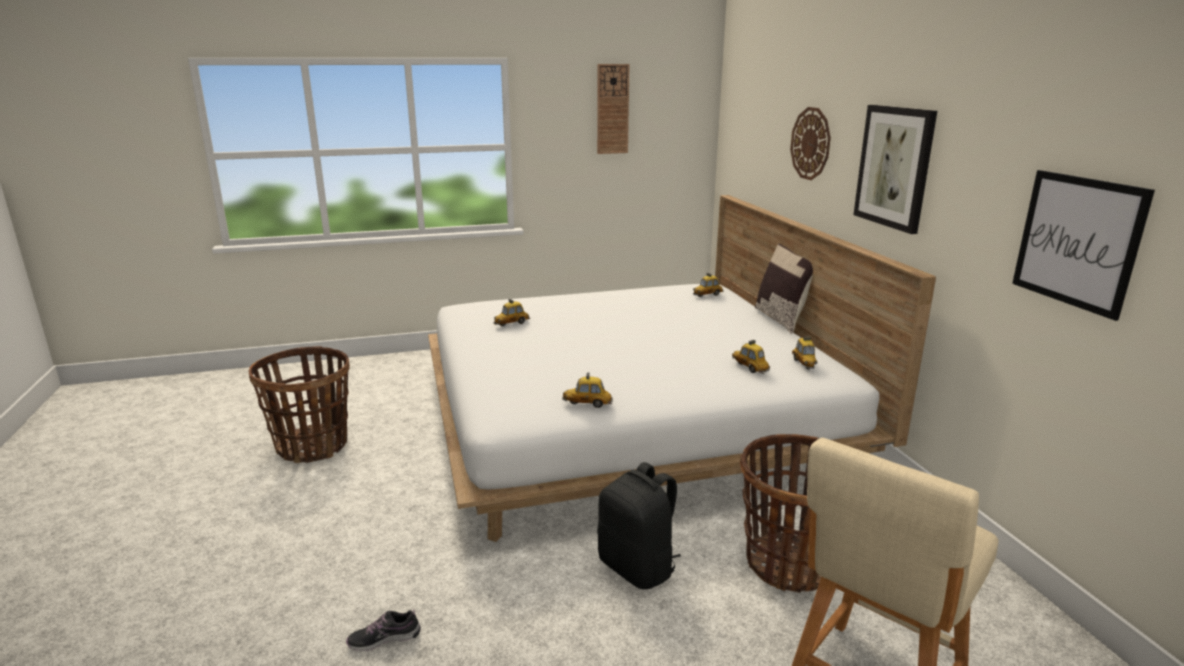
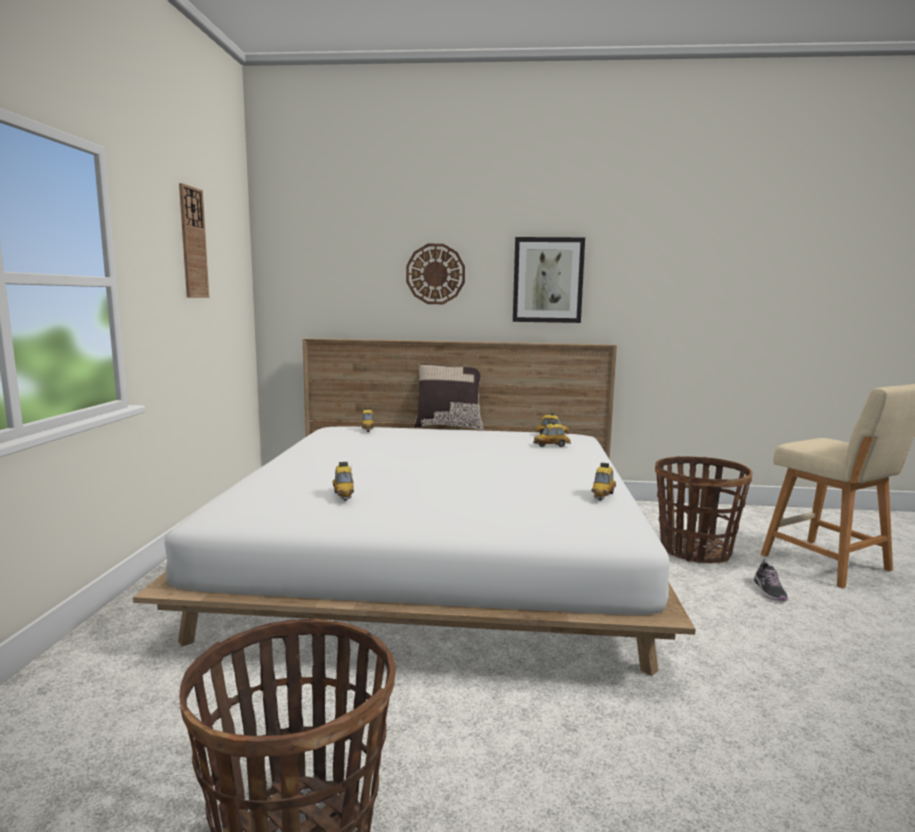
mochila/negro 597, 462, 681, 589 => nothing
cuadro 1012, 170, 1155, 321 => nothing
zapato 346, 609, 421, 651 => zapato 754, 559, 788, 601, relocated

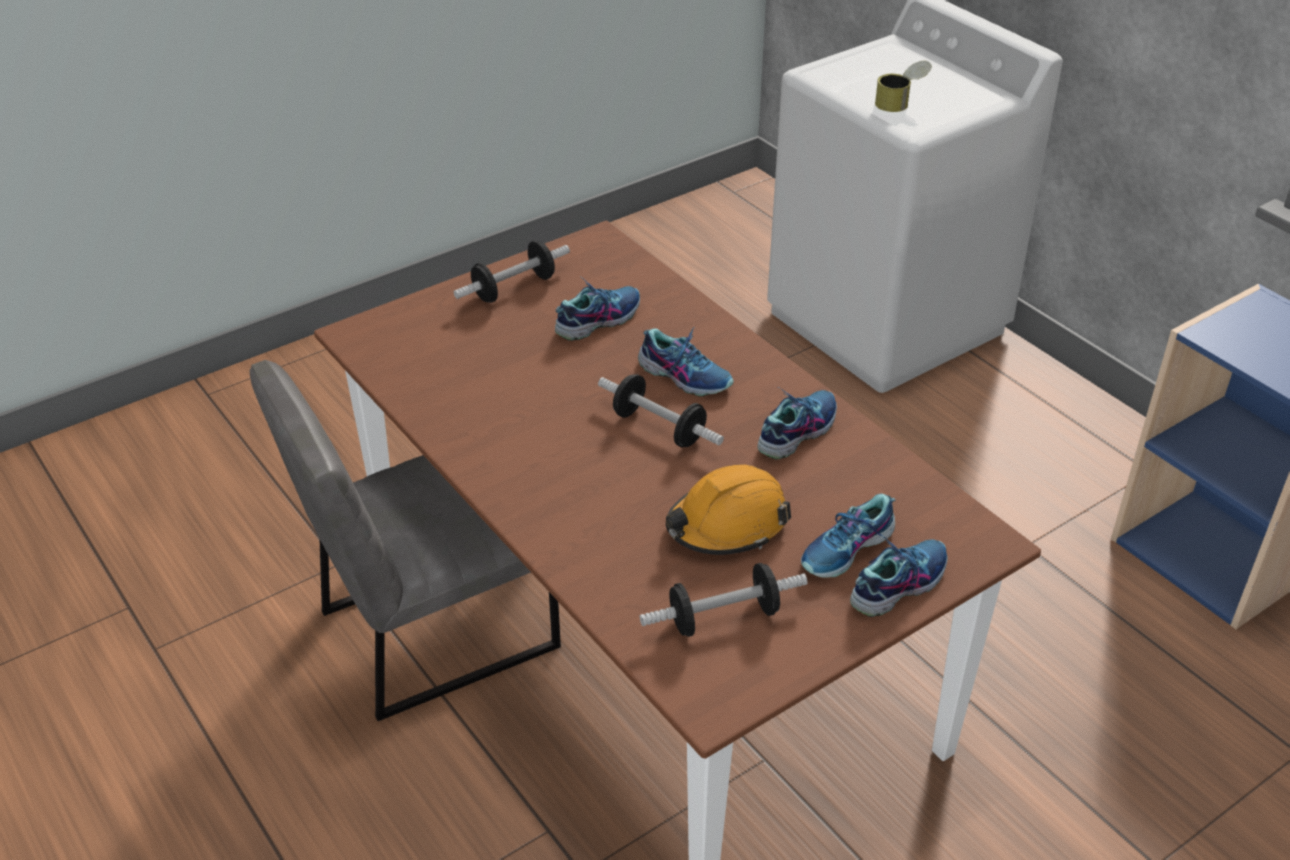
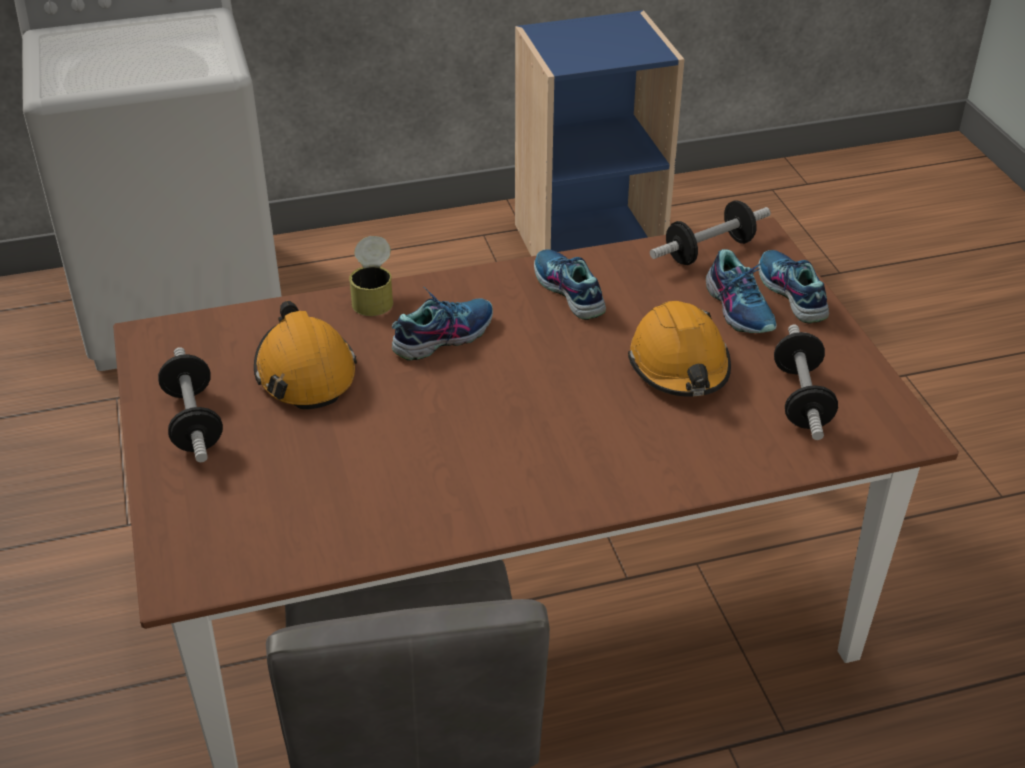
mancuerna 598, 374, 724, 447 => mancuerna 650, 201, 771, 265, relocated
lata 875, 61, 932, 112 => lata 349, 236, 393, 316, relocated
zapato 555, 277, 640, 341 => casco/naranja 254, 301, 357, 409

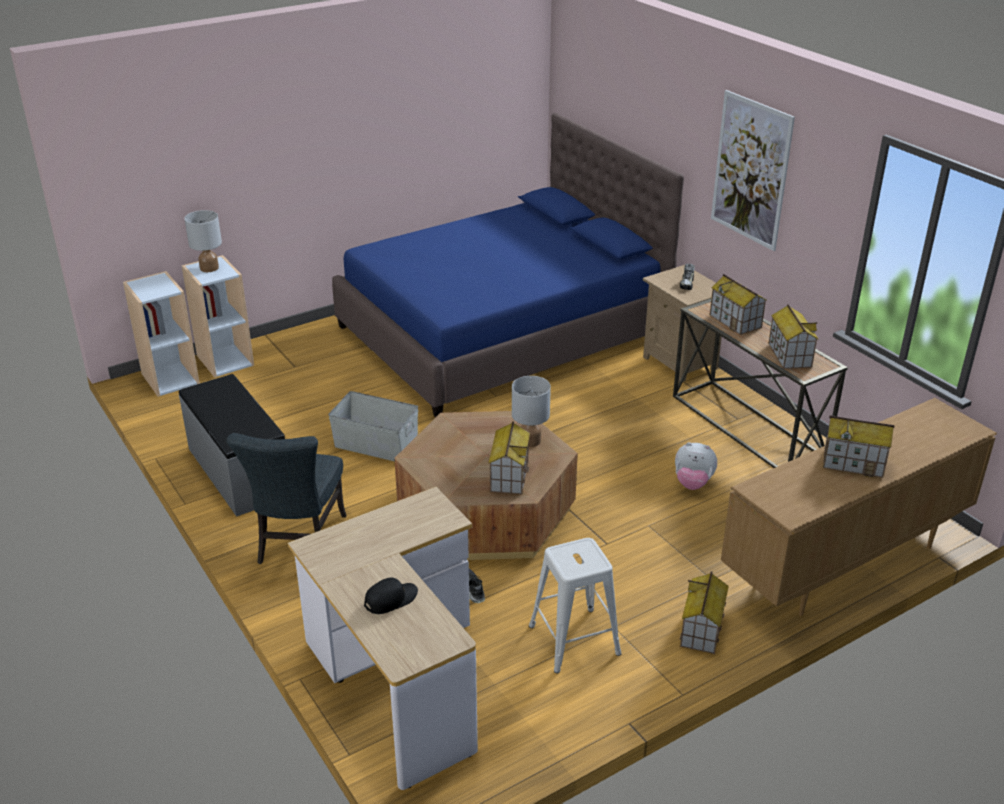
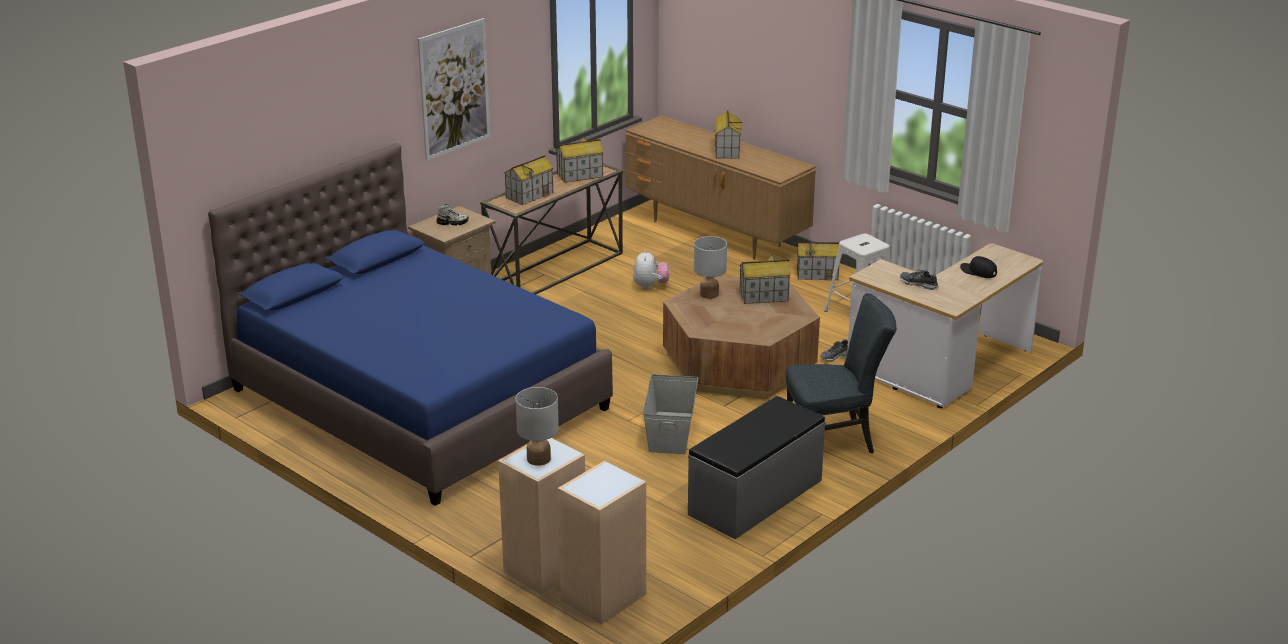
nothing => zapato 900, 270, 938, 290

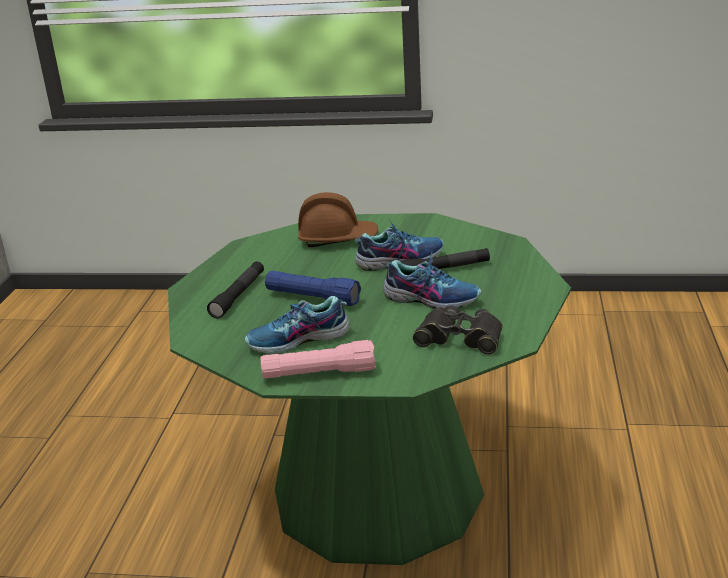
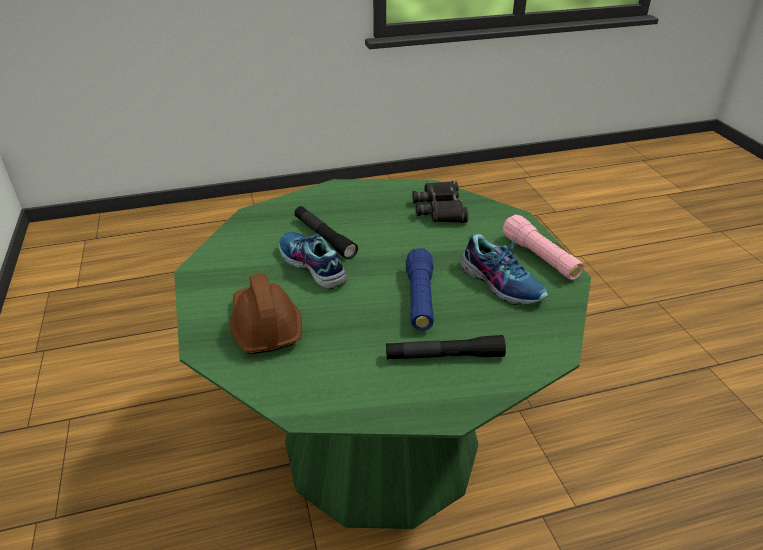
zapato 383, 253, 482, 309 => nothing

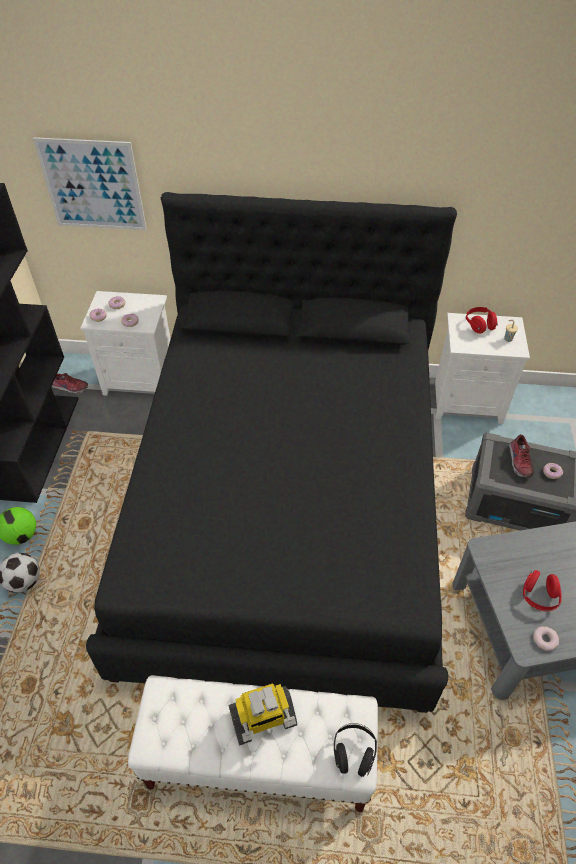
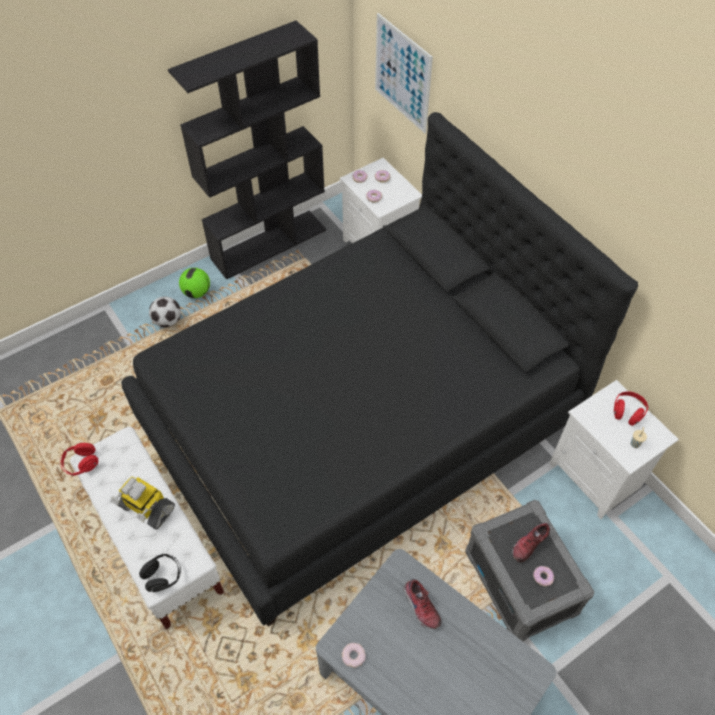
zapato 52, 373, 88, 394 => zapato 403, 579, 441, 629, relocated
auriculares/rojo 523, 570, 562, 612 => auriculares/rojo 60, 443, 98, 476, relocated

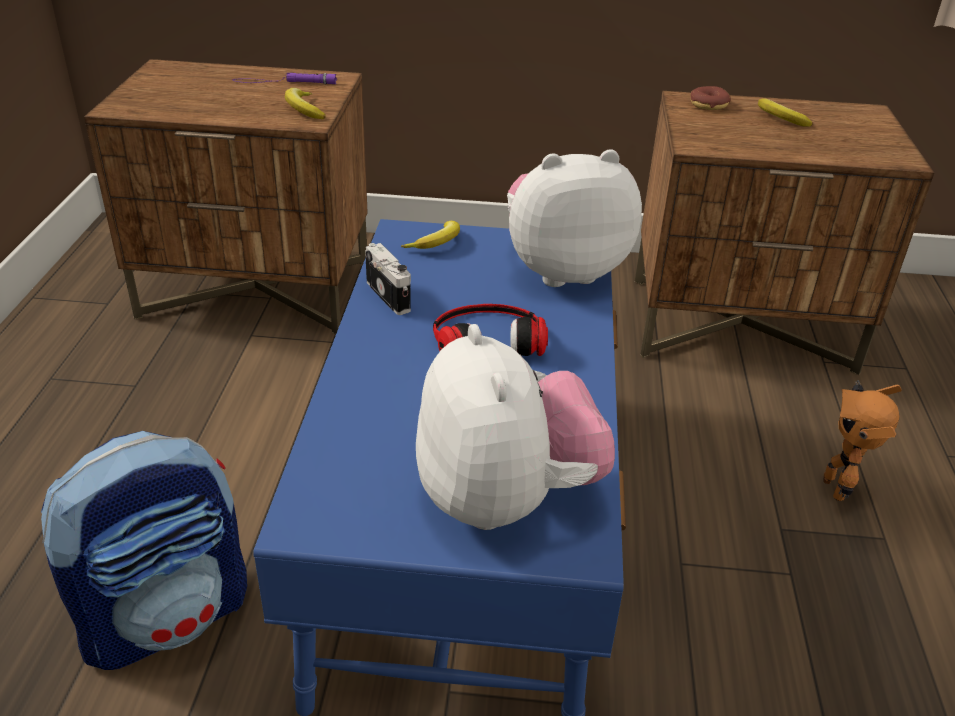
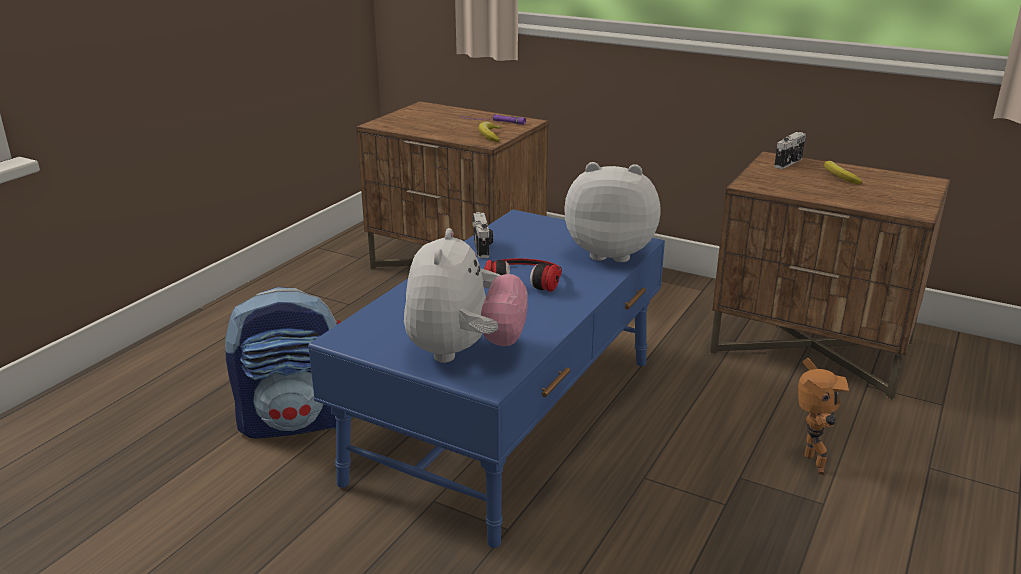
plátano 401, 221, 460, 249 => nothing
rosquilla 691, 86, 731, 110 => cámara 774, 132, 806, 169
robot de juguete 823, 380, 902, 501 => robot de juguete 798, 358, 849, 475, 150 degrees clockwise

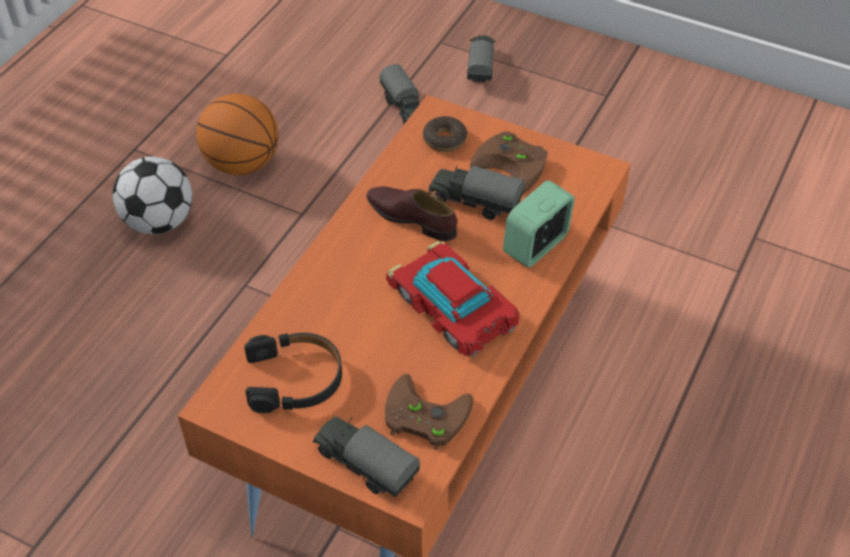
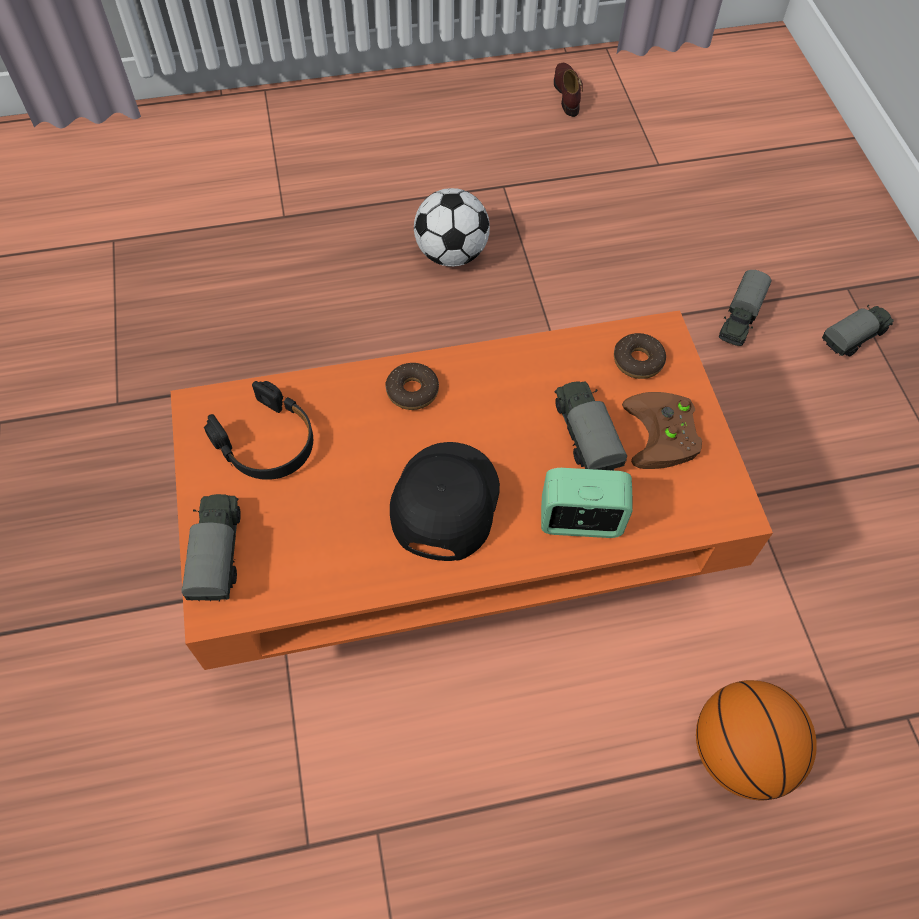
mando de consola/marrón 385, 374, 473, 450 => nothing
nothing => rosquilla 385, 363, 439, 410
balón de baloncesto 197, 94, 279, 175 => balón de baloncesto 696, 680, 817, 800, relocated
zapato/marrón 366, 187, 457, 241 => zapato/marrón 554, 63, 583, 117, relocated
coche de juguete 386, 241, 519, 357 => gorra/negro 390, 442, 500, 561

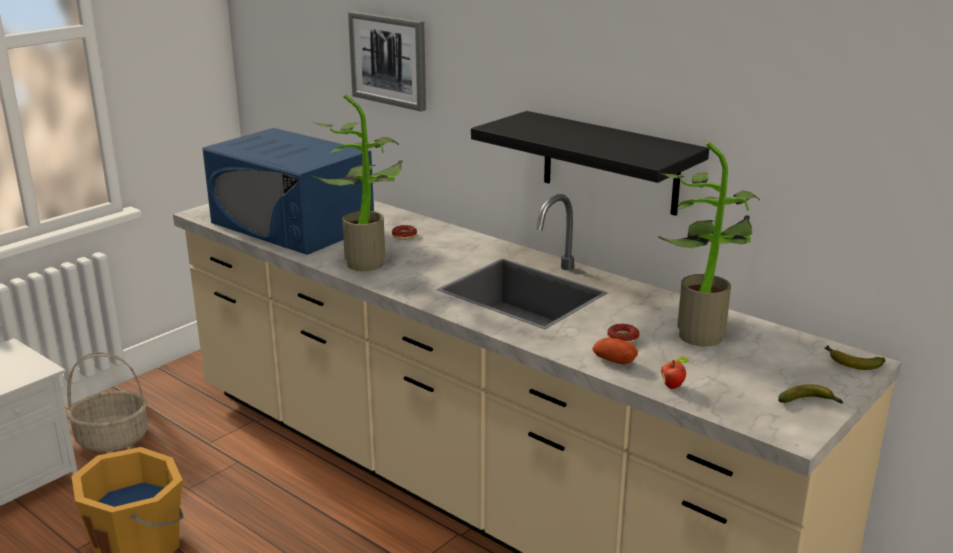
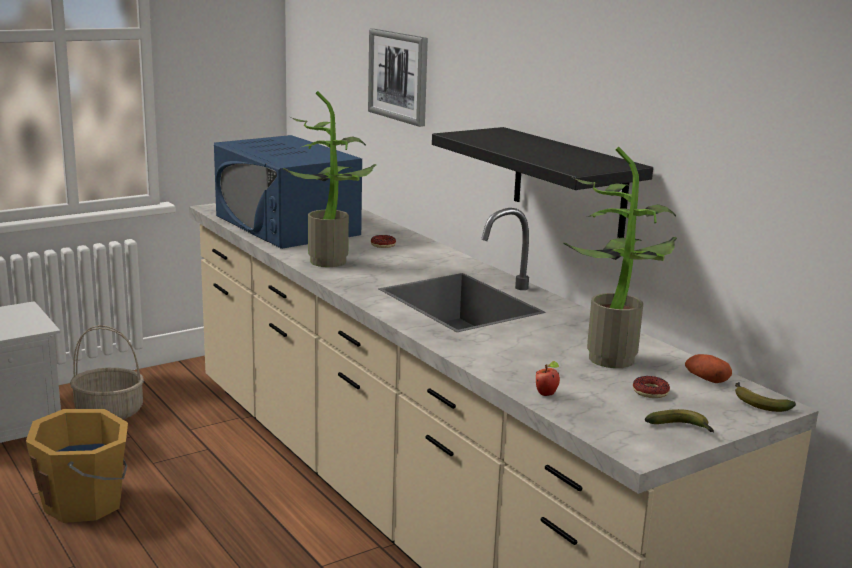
patata 593, 338, 638, 365 => patata 685, 354, 732, 383, relocated
rosquilla 607, 324, 640, 343 => rosquilla 633, 376, 670, 398, relocated

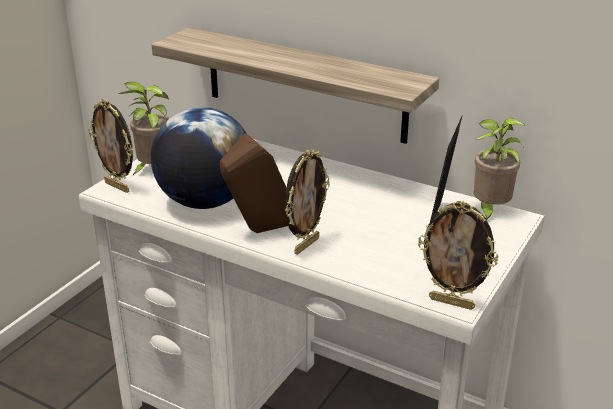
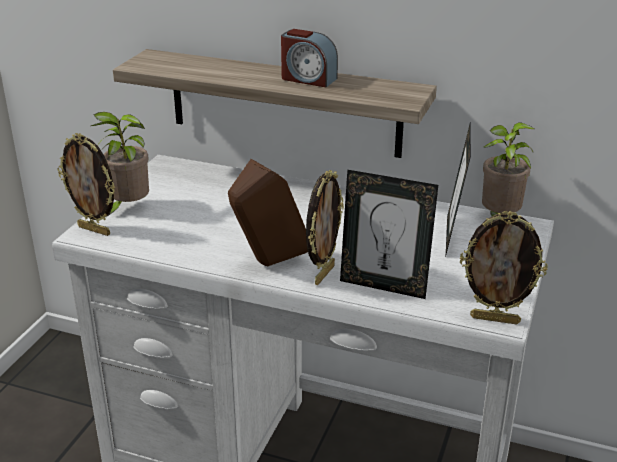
globo terráqueo 151, 107, 247, 209 => nothing
nothing => despertador 281, 29, 338, 87
nothing => portarretratos 340, 170, 438, 299

